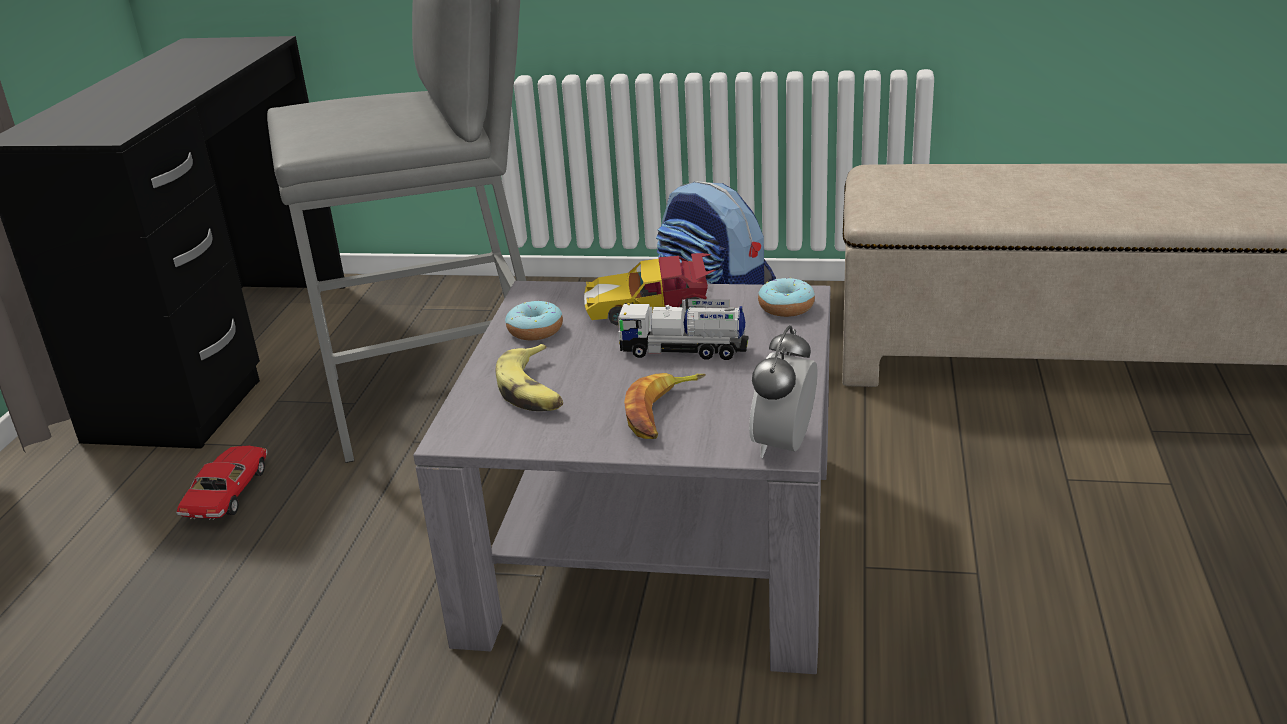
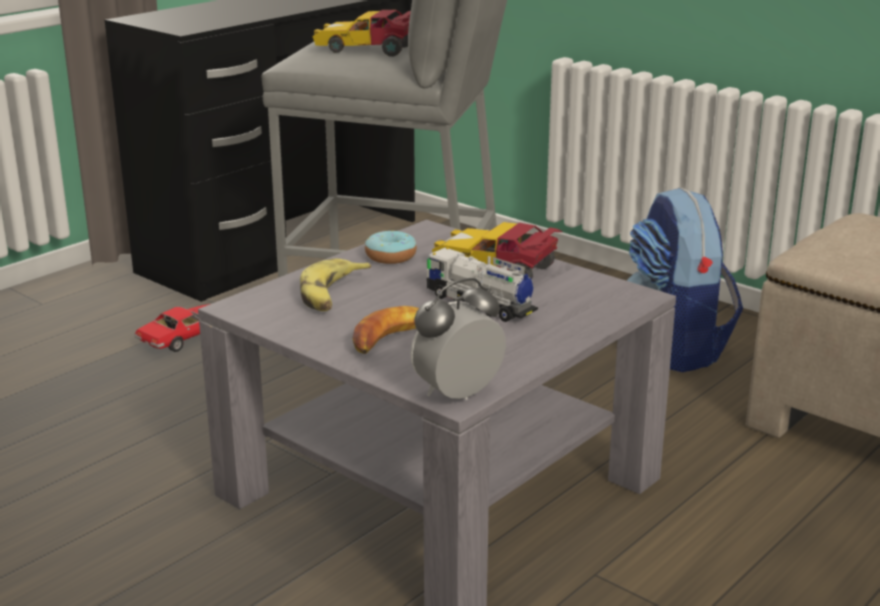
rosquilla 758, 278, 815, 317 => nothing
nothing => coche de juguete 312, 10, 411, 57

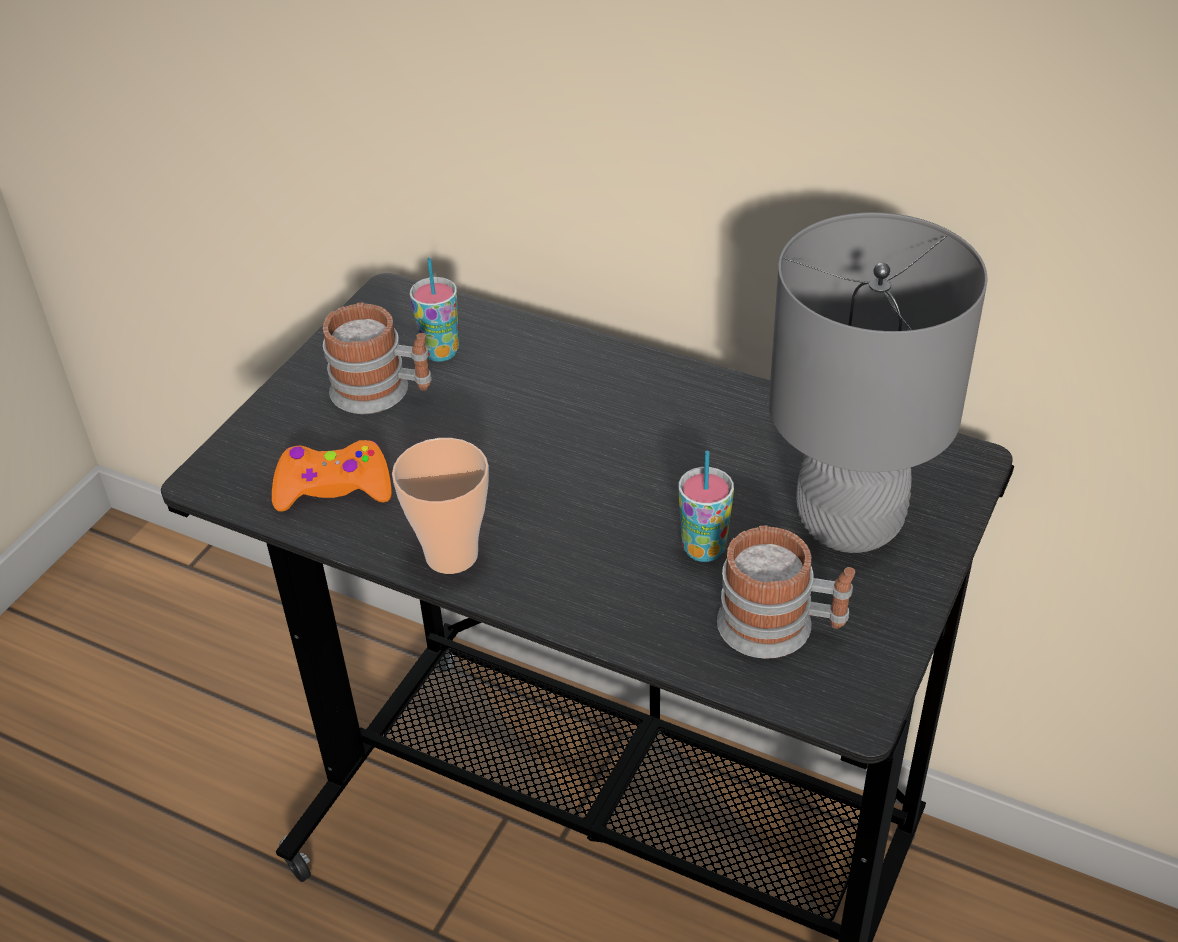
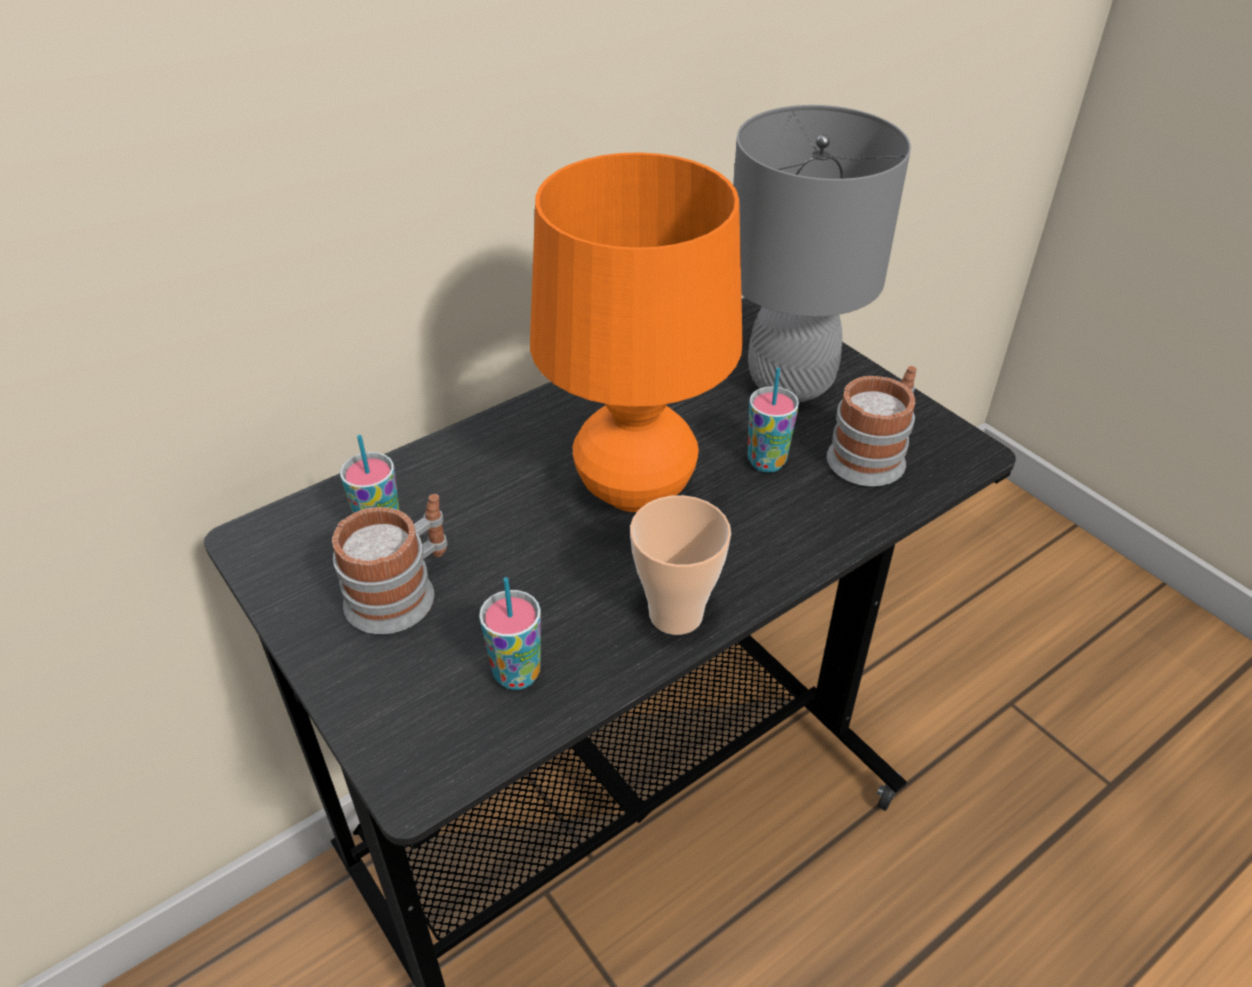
nothing => lámpara de mesa/naranja 530, 152, 743, 512
mando de consola/naranja 272, 440, 392, 512 => taza 479, 577, 541, 690

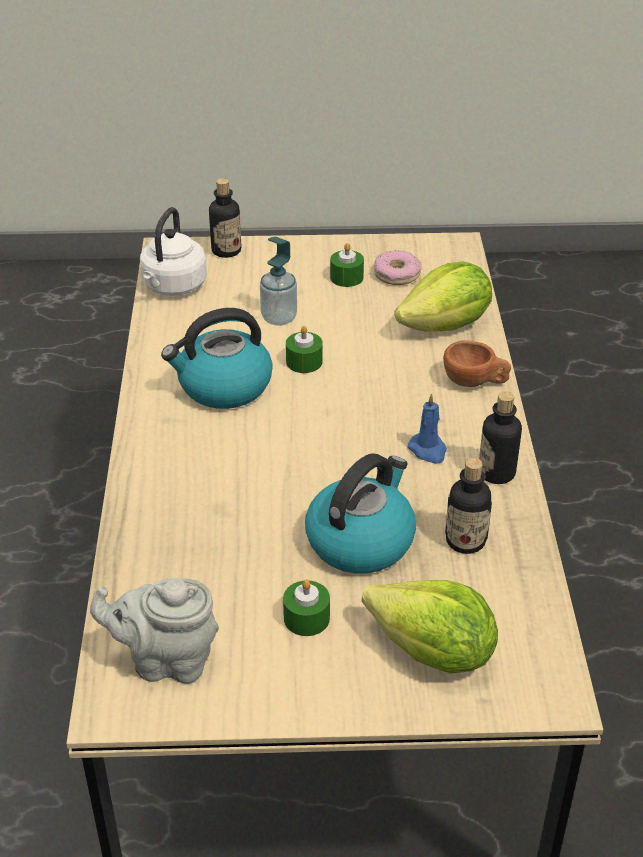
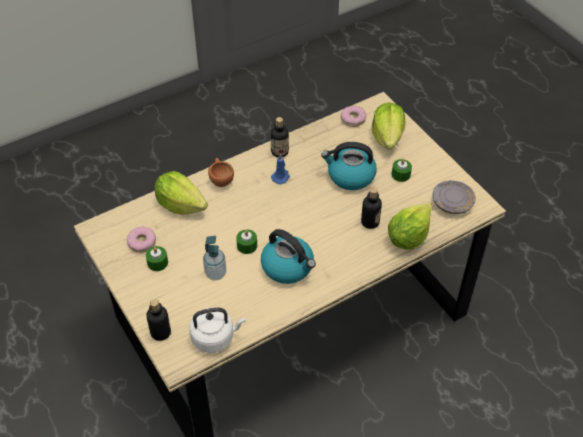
nothing => rosquilla 341, 106, 366, 127
nothing => lechuga 388, 202, 432, 250
botella 445, 458, 492, 554 => botella 361, 188, 382, 229, relocated
tetera/gris 90, 578, 219, 684 => plato/gris 433, 180, 476, 214

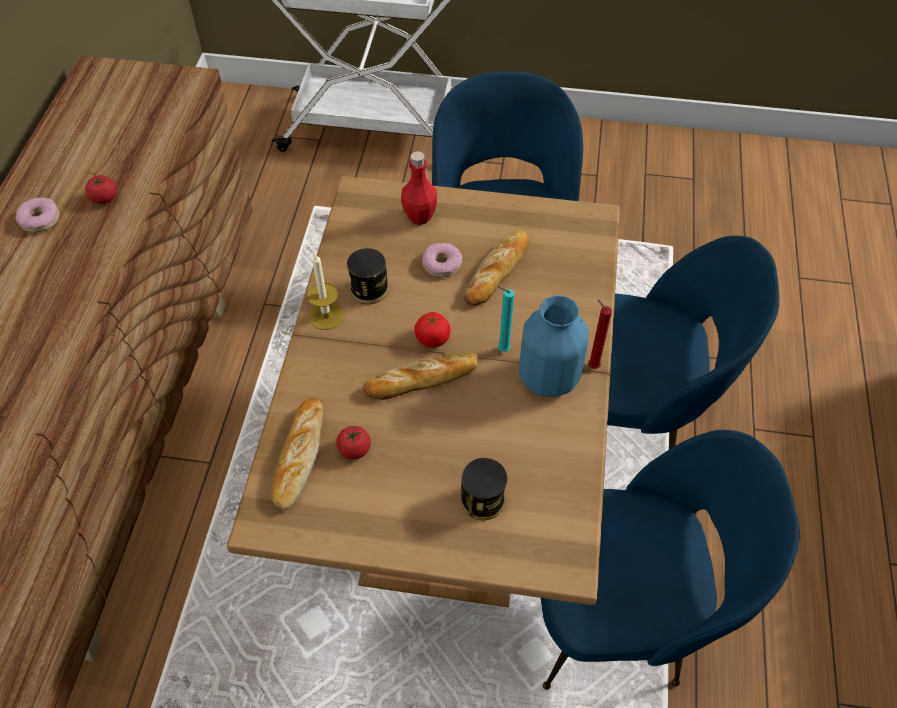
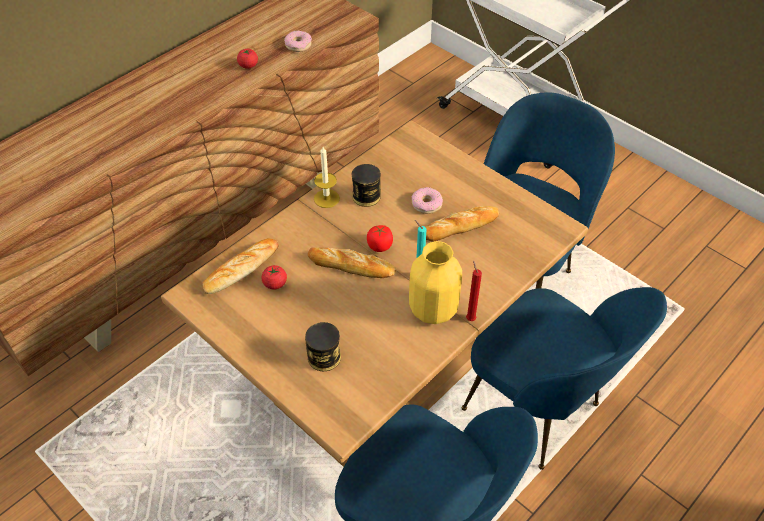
botella/rojo 401, 151, 437, 225 => nothing
rosquilla 15, 197, 60, 232 => rosquilla 284, 31, 312, 52, relocated
florero/azul 519, 295, 588, 397 => florero/amarillo 409, 241, 462, 324

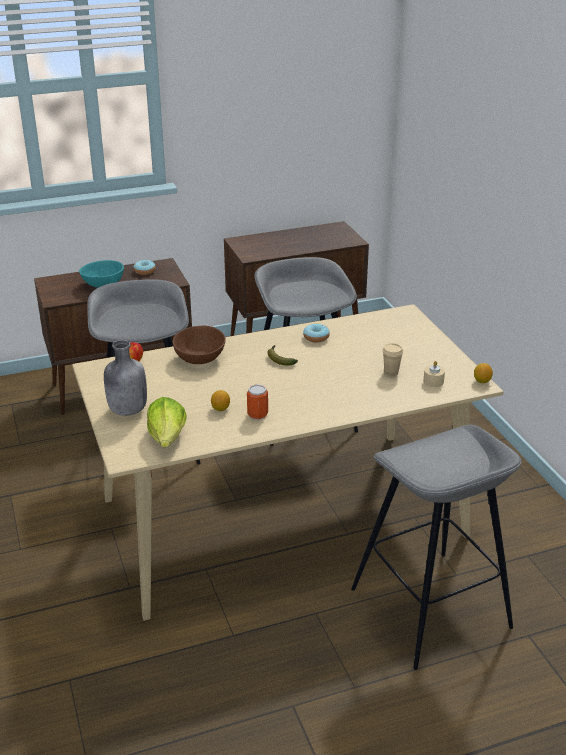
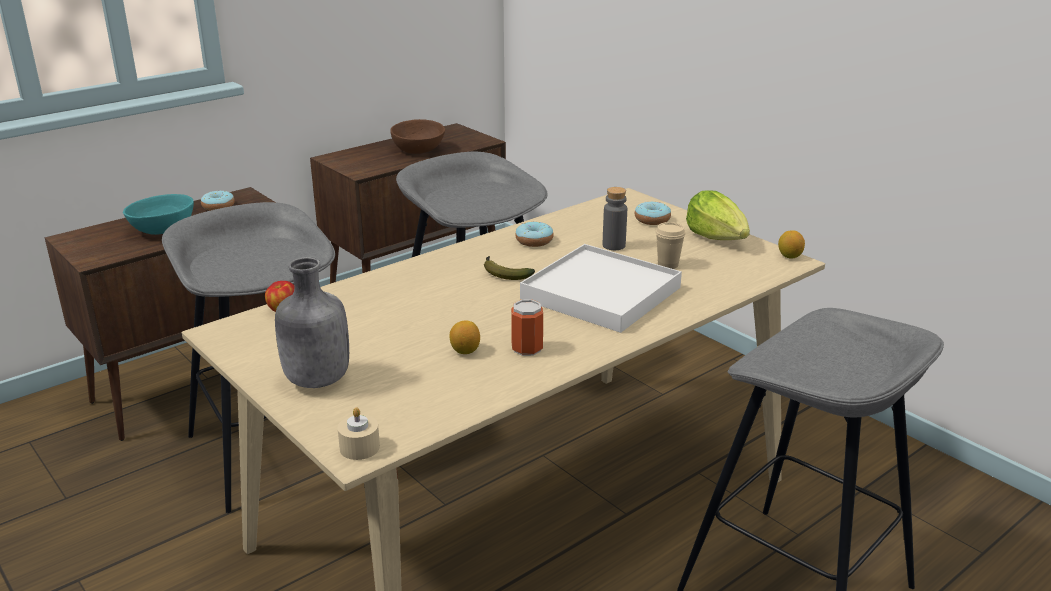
nothing => bandeja/blanco 520, 244, 682, 333
nothing => botella/gris 603, 187, 627, 250
nothing => rosquilla 635, 202, 671, 225
lechuga 147, 397, 187, 447 => lechuga 686, 191, 750, 240, relocated
cuenco/marrón 173, 325, 226, 364 => cuenco/marrón 390, 119, 445, 154, relocated
vela/beis 423, 361, 445, 387 => vela/beis 337, 407, 380, 460, relocated

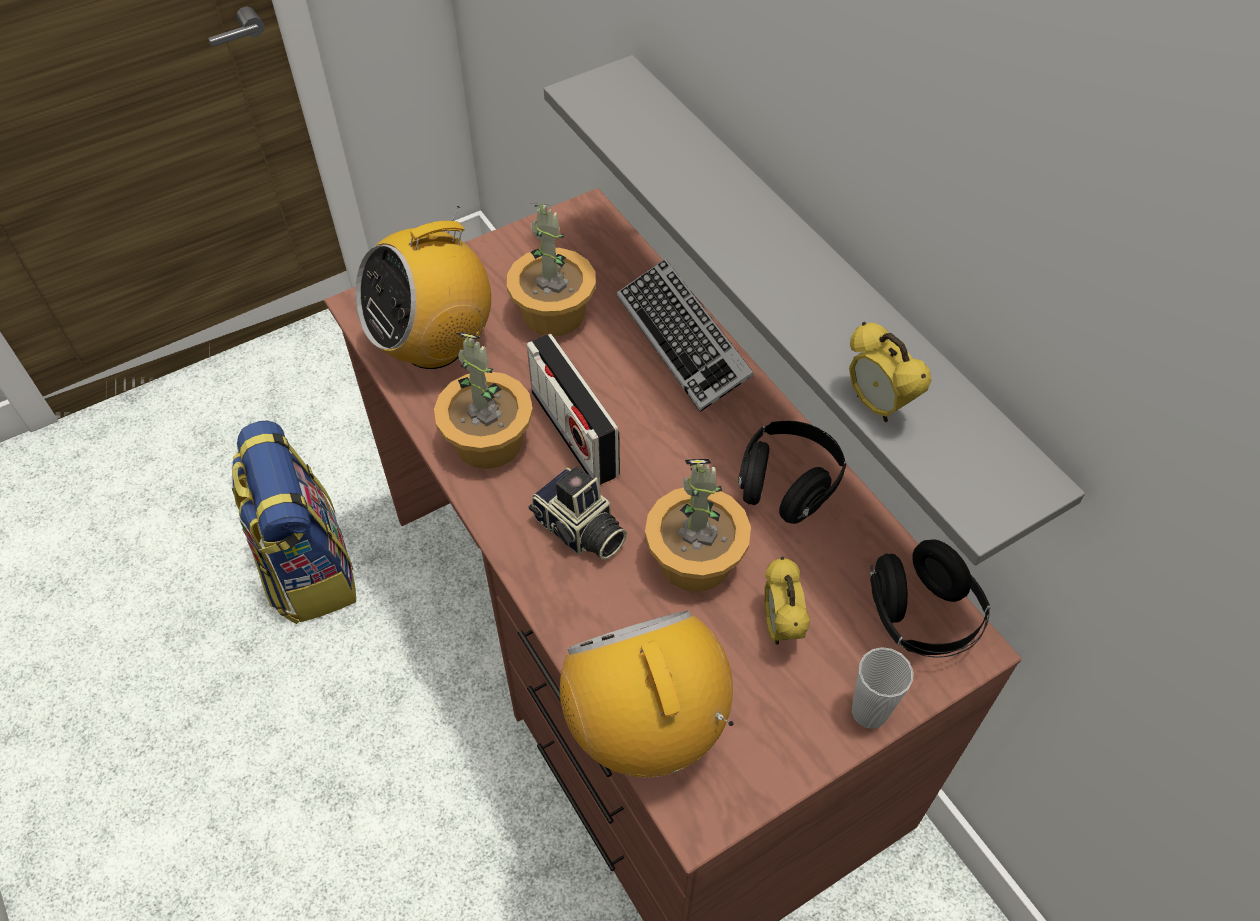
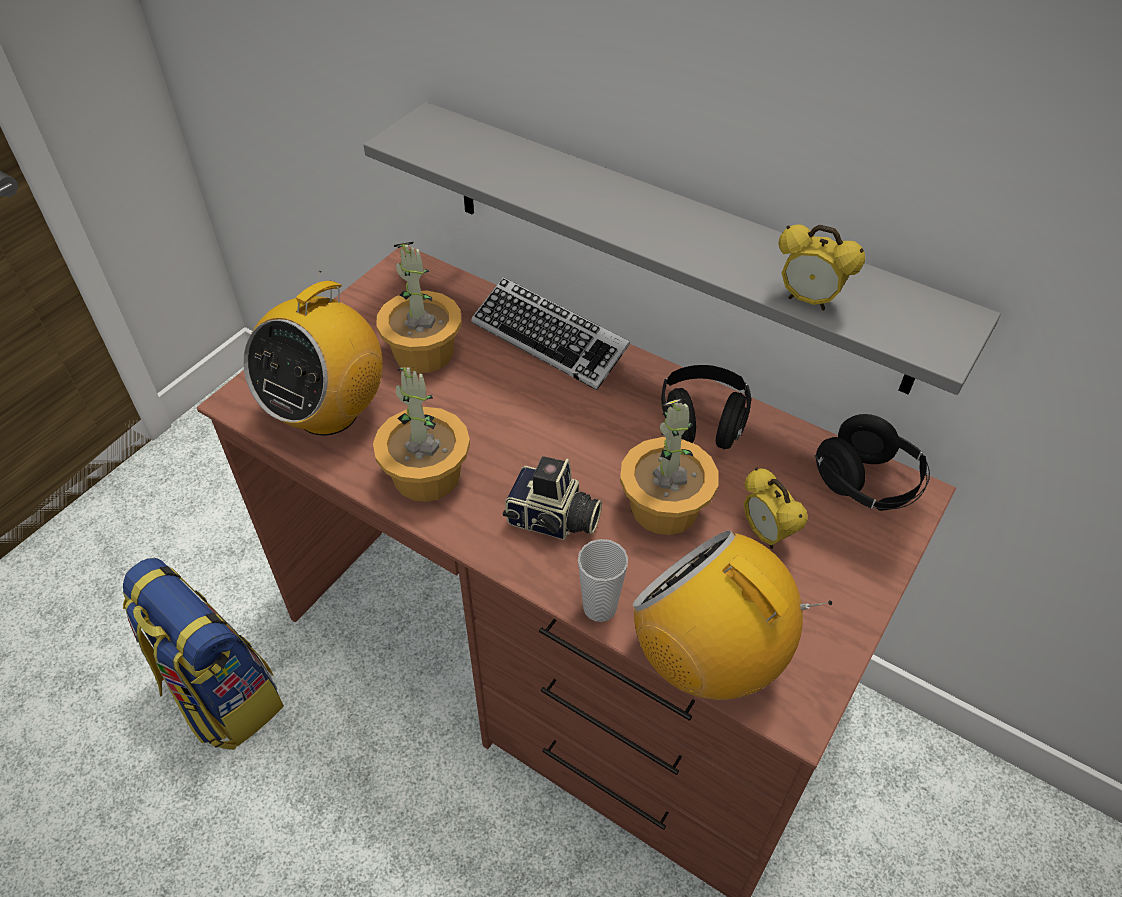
radio 527, 334, 620, 485 => nothing
taza 852, 647, 913, 729 => taza 578, 539, 628, 622, relocated

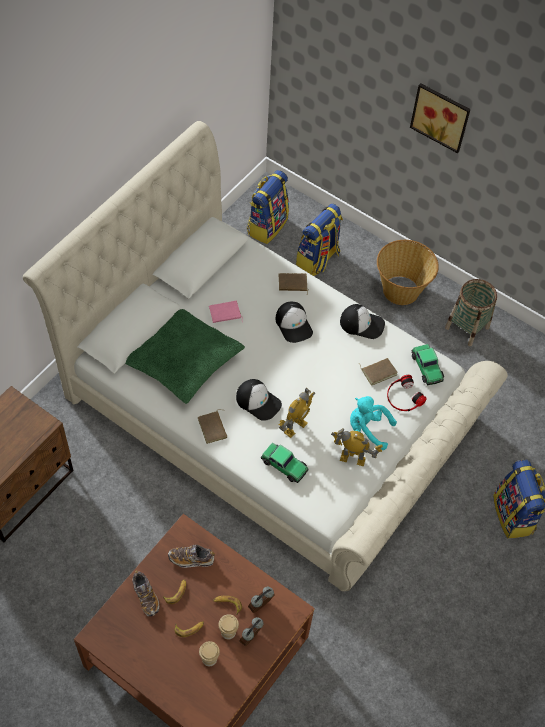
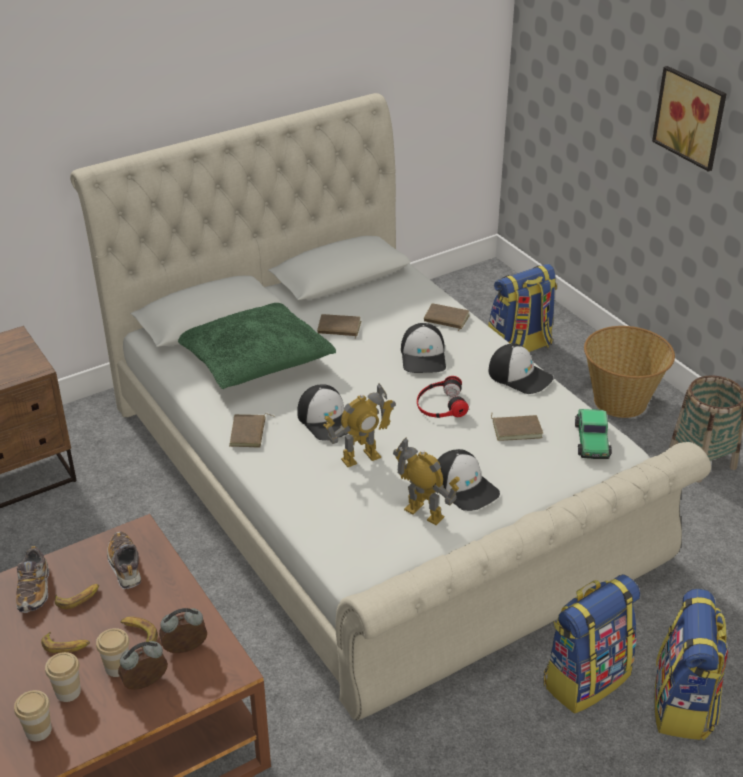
coche de juguete 261, 443, 309, 483 => nothing
nothing => taza 14, 690, 52, 741
mochila 247, 170, 289, 244 => mochila 544, 574, 640, 714, relocated
auriculares 387, 375, 426, 411 => auriculares 417, 376, 469, 418, relocated
peluche/turquesa 350, 396, 397, 450 => gorra 433, 449, 500, 511
libro/rosa 209, 301, 243, 323 => libro/marrón 317, 314, 361, 339
zapato 168, 545, 215, 568 => zapato 107, 531, 141, 589, 45 degrees clockwise

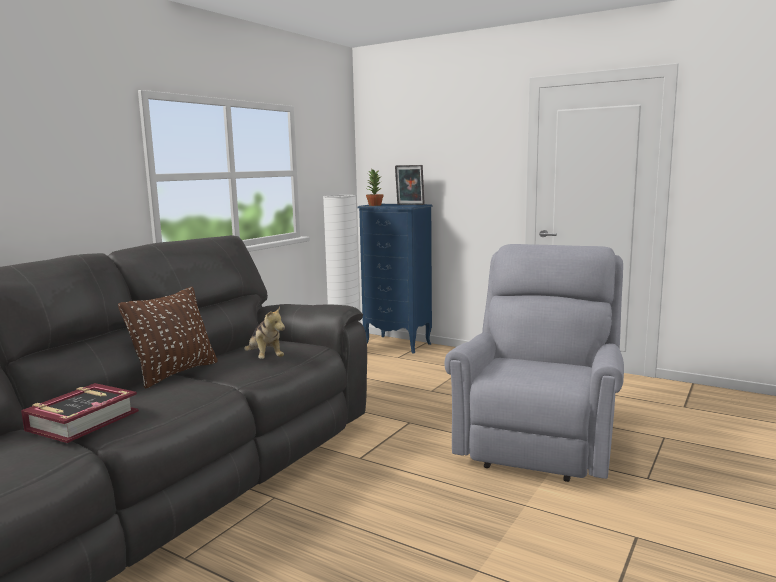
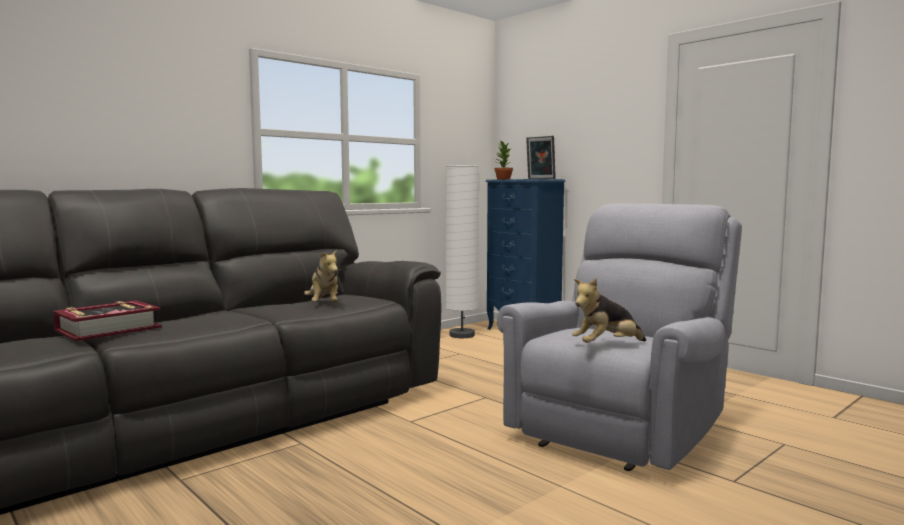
cojín/marrón 118, 287, 218, 389 => nothing
nothing => peluche 572, 278, 646, 343

